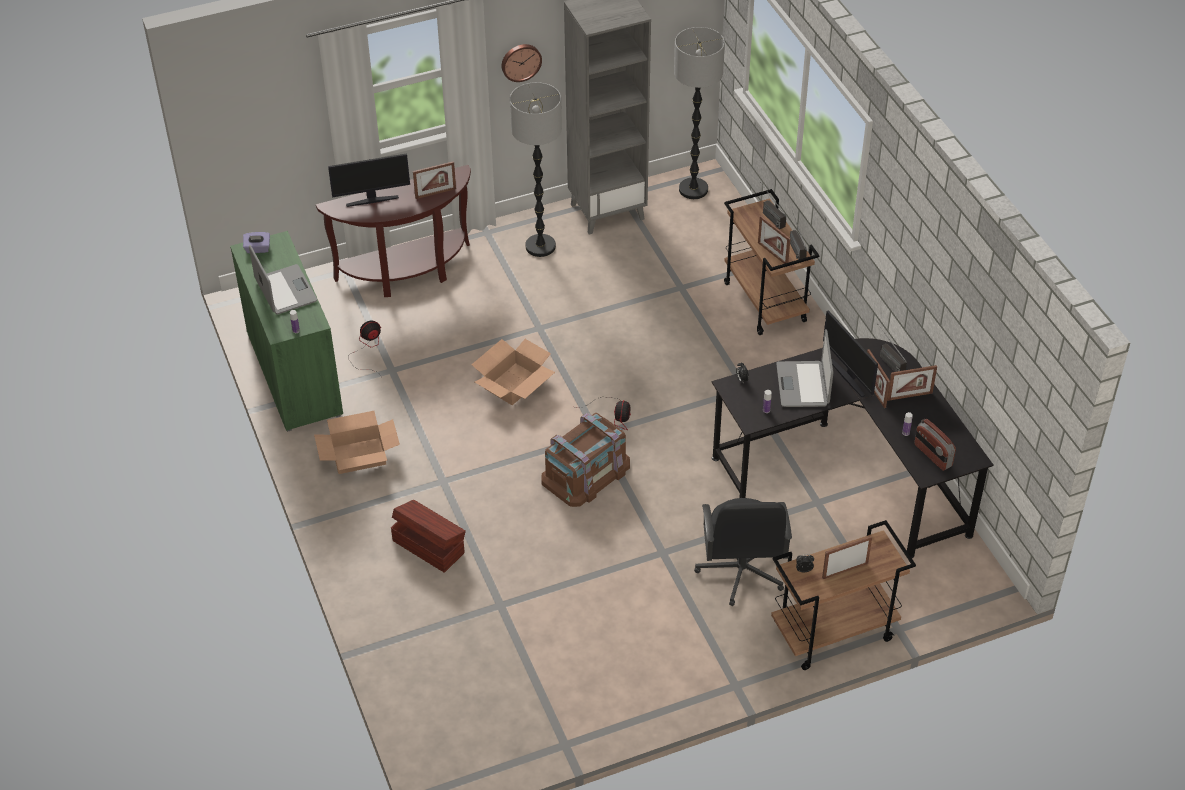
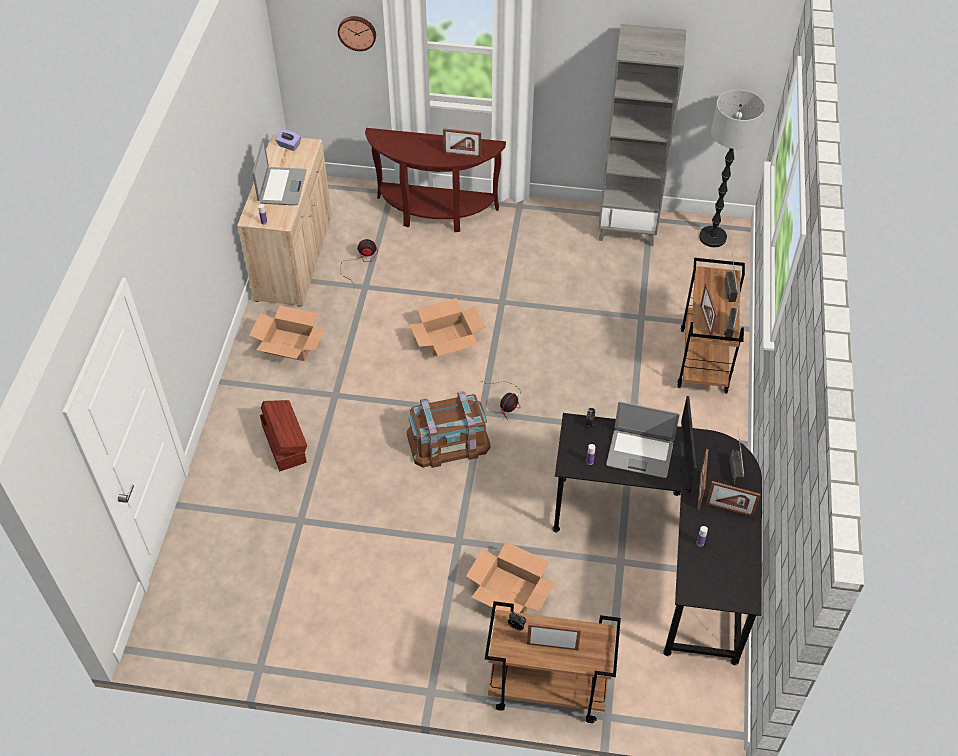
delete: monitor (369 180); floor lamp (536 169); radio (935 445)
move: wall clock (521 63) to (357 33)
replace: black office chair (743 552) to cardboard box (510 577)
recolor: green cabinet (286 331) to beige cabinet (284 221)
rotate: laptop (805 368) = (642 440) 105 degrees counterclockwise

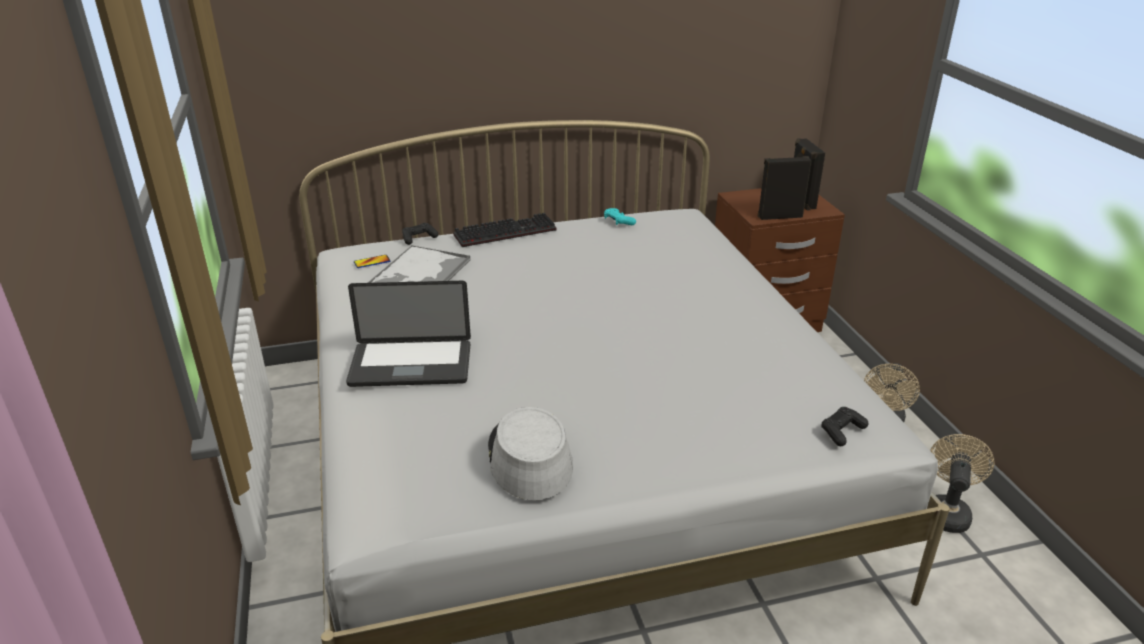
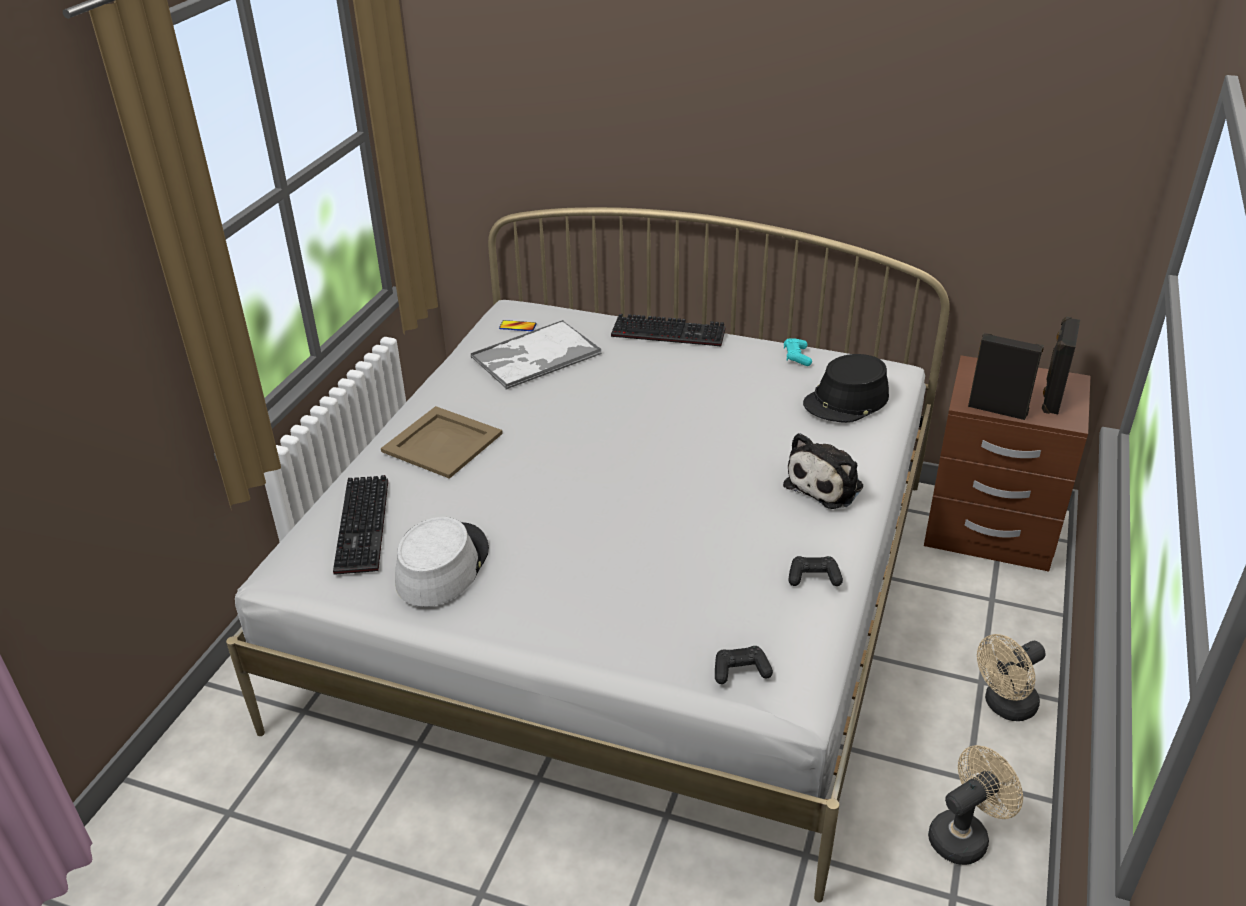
insert: keyboard (360 525); plush toy (823 471); black hat (846 388)
move: black game controller (420 234) to (815 571)
replace: laptop (408 334) to beige tray (442 442)

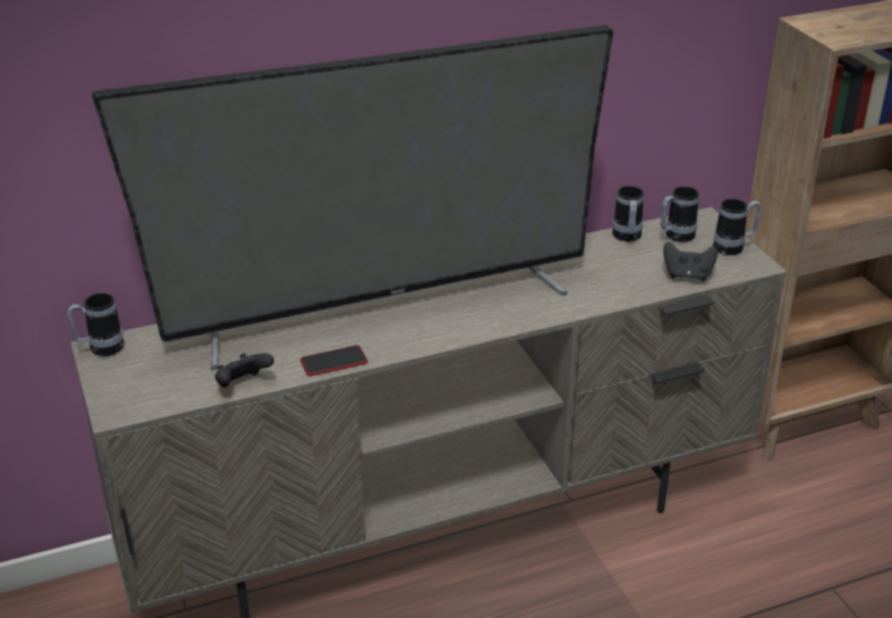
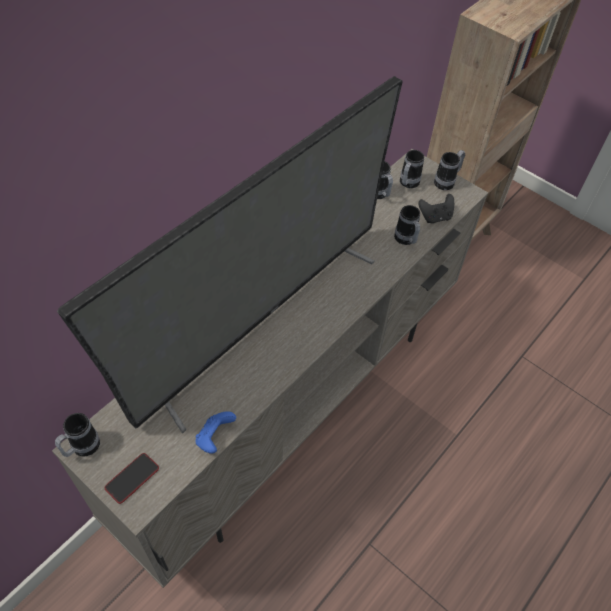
insert: mug (407 225)
move: phone (334 360) to (131 478)
recolor: black game controller (244 370) to blue game controller (215 432)

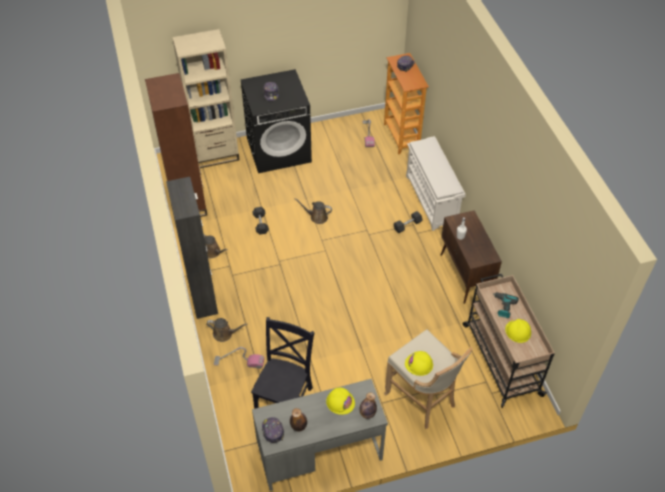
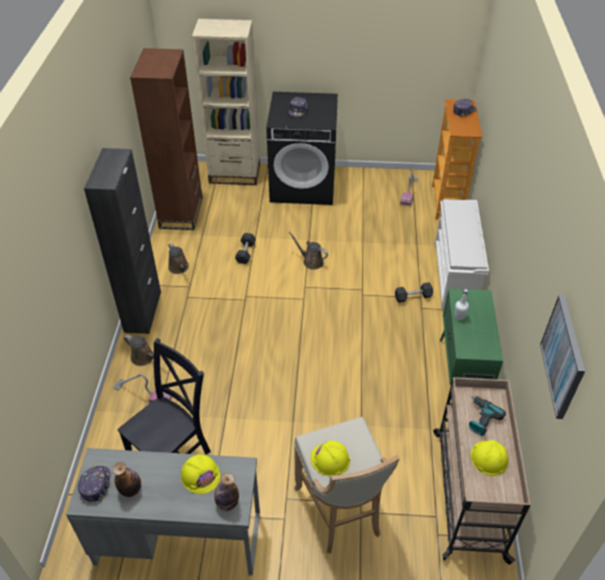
insert: picture (562 357)
recolor: brown cabinet (471 257) to green cabinet (471 345)

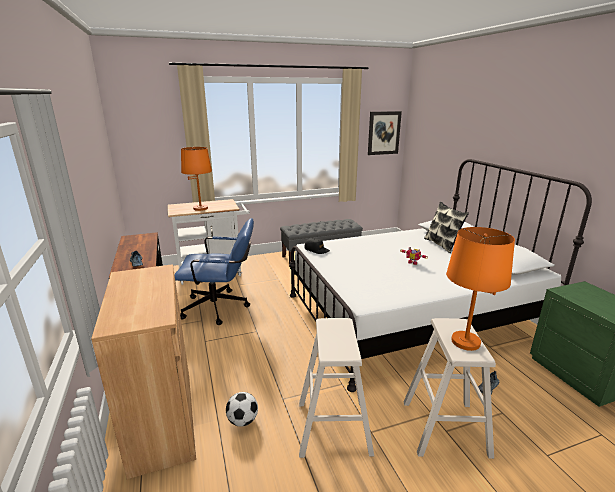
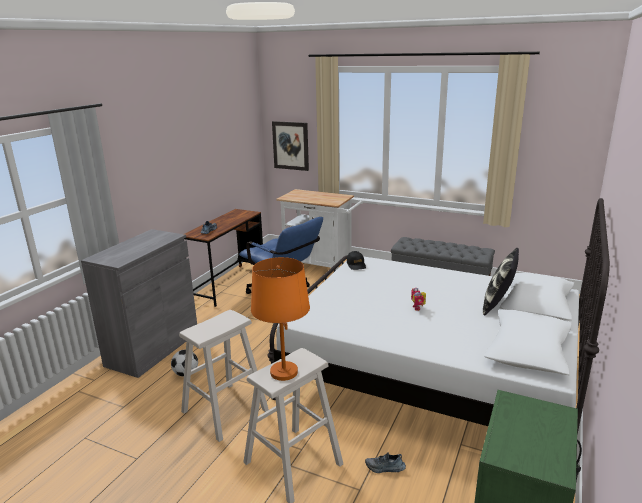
delete: orange table lamp (196 179)
move: picture (385 133) to (290 146)
recolor: brown cabinet (143 371) to grey cabinet (139 303)

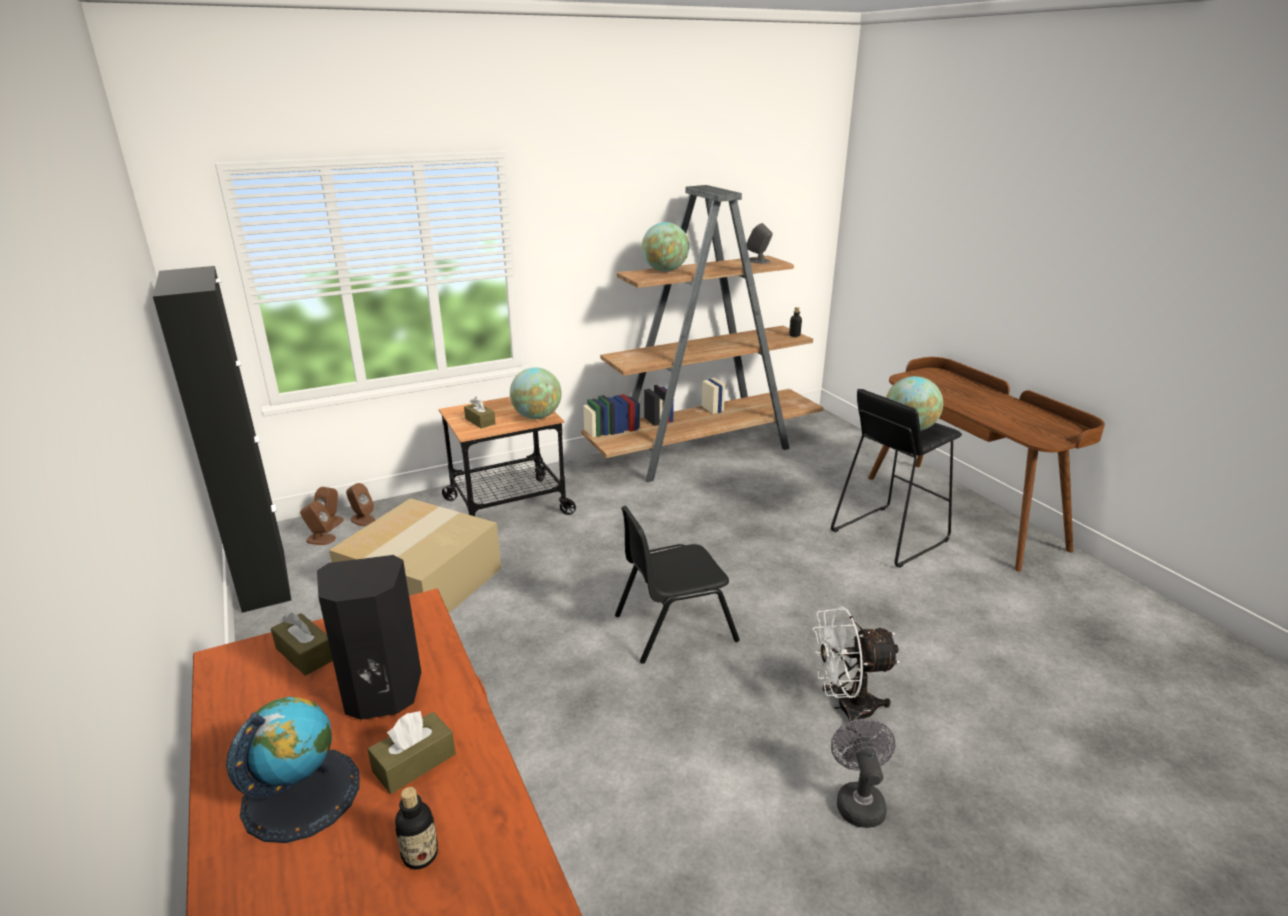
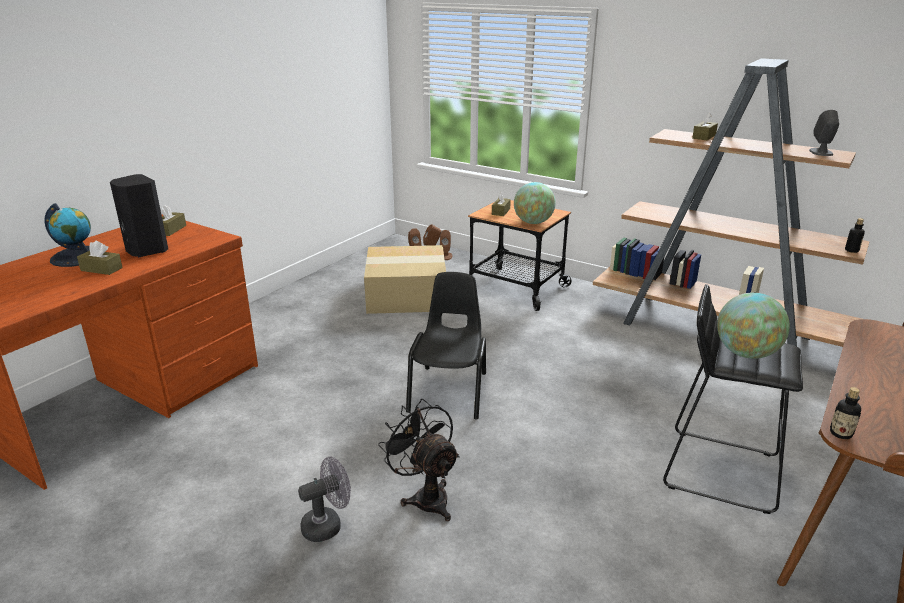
delete: black cabinet (222 439)
move: bottle (416 828) to (845 413)
replace: globe (665 246) to brown tissue box (705 126)
recolor: white fan (856 669) to black fan (419 460)
rotate: black chair (677 585) = (446 346) 60 degrees clockwise

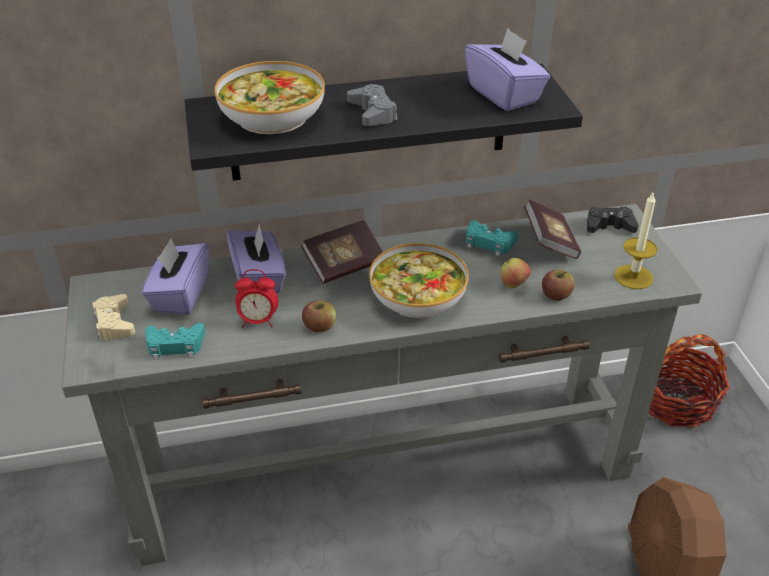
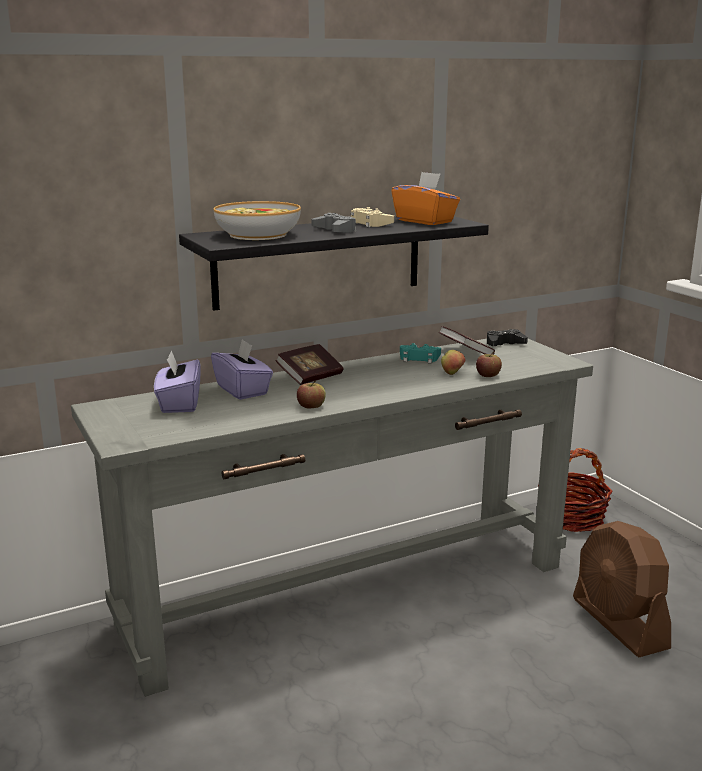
delete: turquoise game controller (175 341); alarm clock (256 298); bowl (419 280); candle (636 241)
move: beige game controller (113 317) to (372 217)
recolor: purple tissue box (507 69) to orange tissue box (425 198)

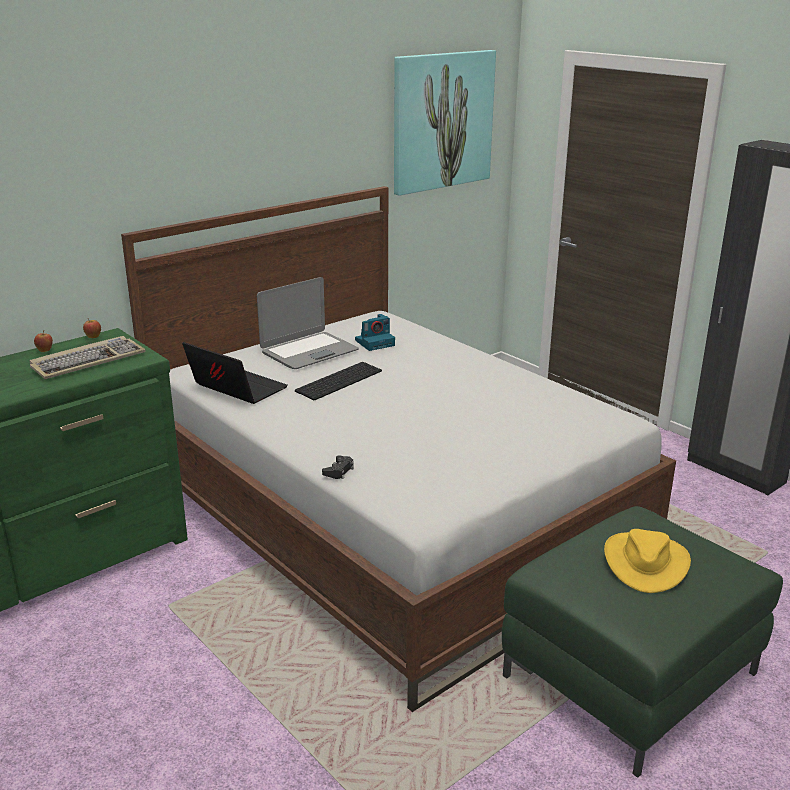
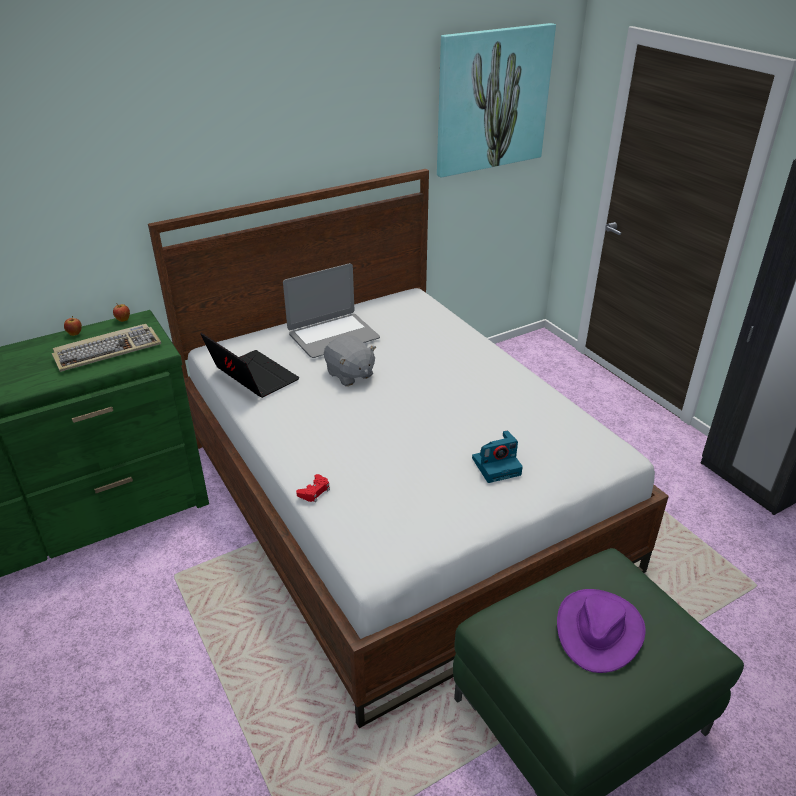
move: photo camera (375 332) to (497 456)
replace: keyboard (338 381) to grey plush toy (350 360)
recolor: black game controller (338 467) to red game controller (313 488); yellow hat (647 561) to purple hat (601 631)

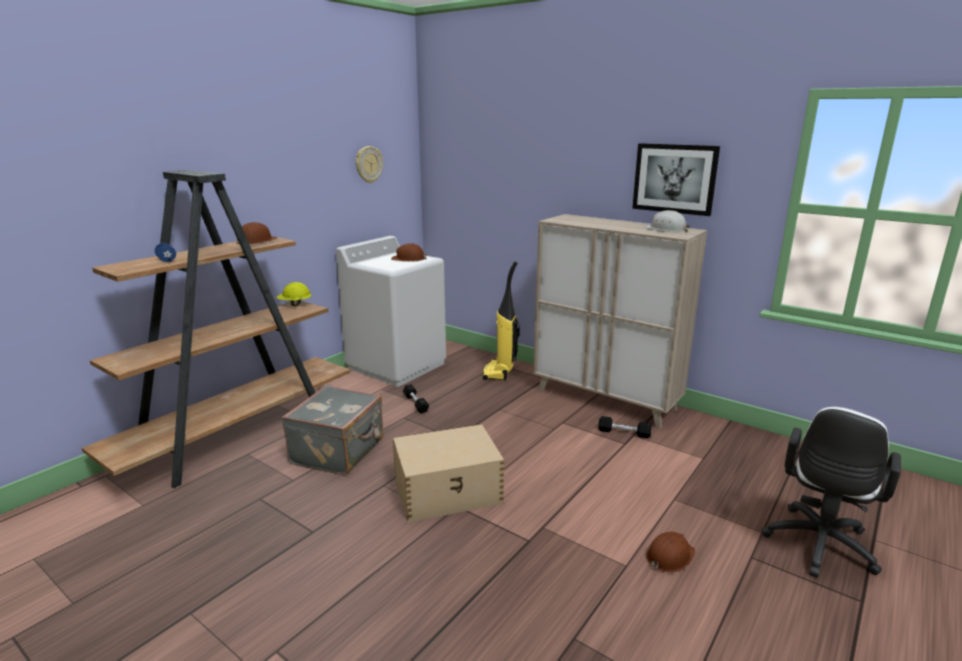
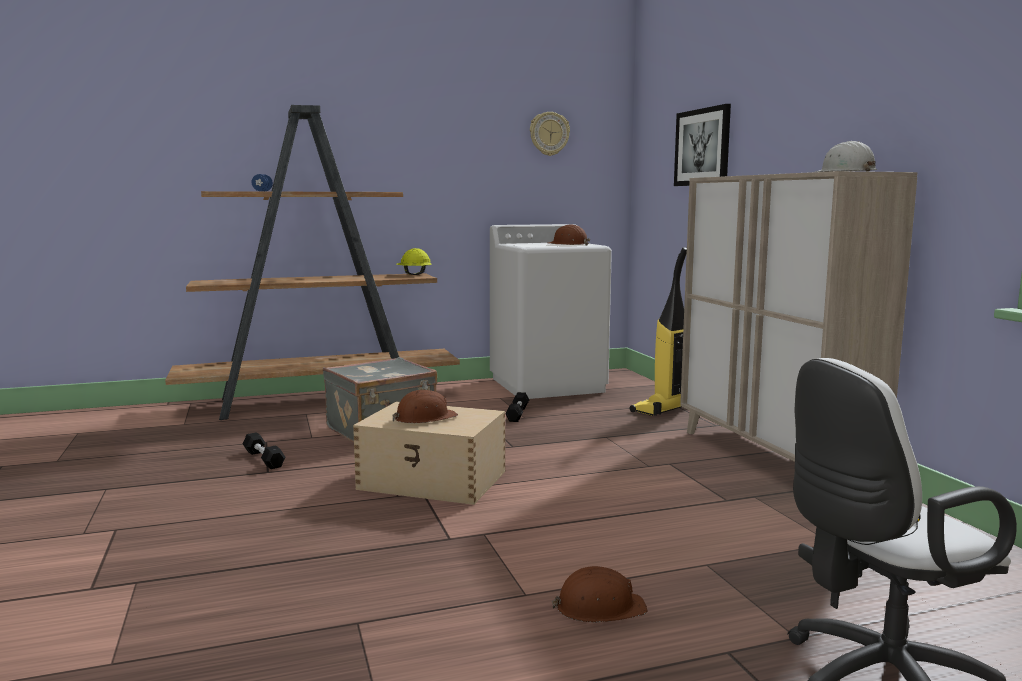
move: brown hard hat (257 233) to (425 406); black dumbbell (625 427) to (264 450); picture (676 179) to (702 145)

